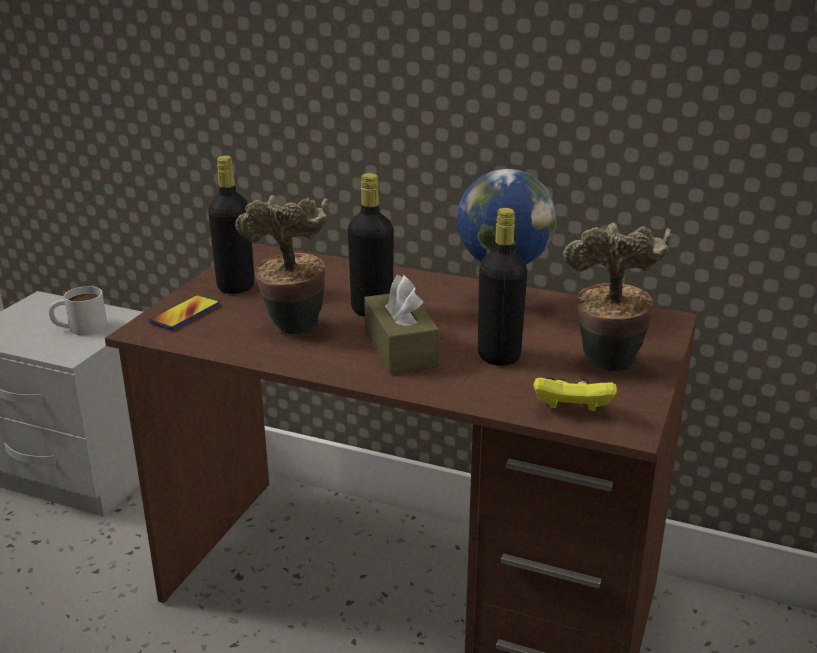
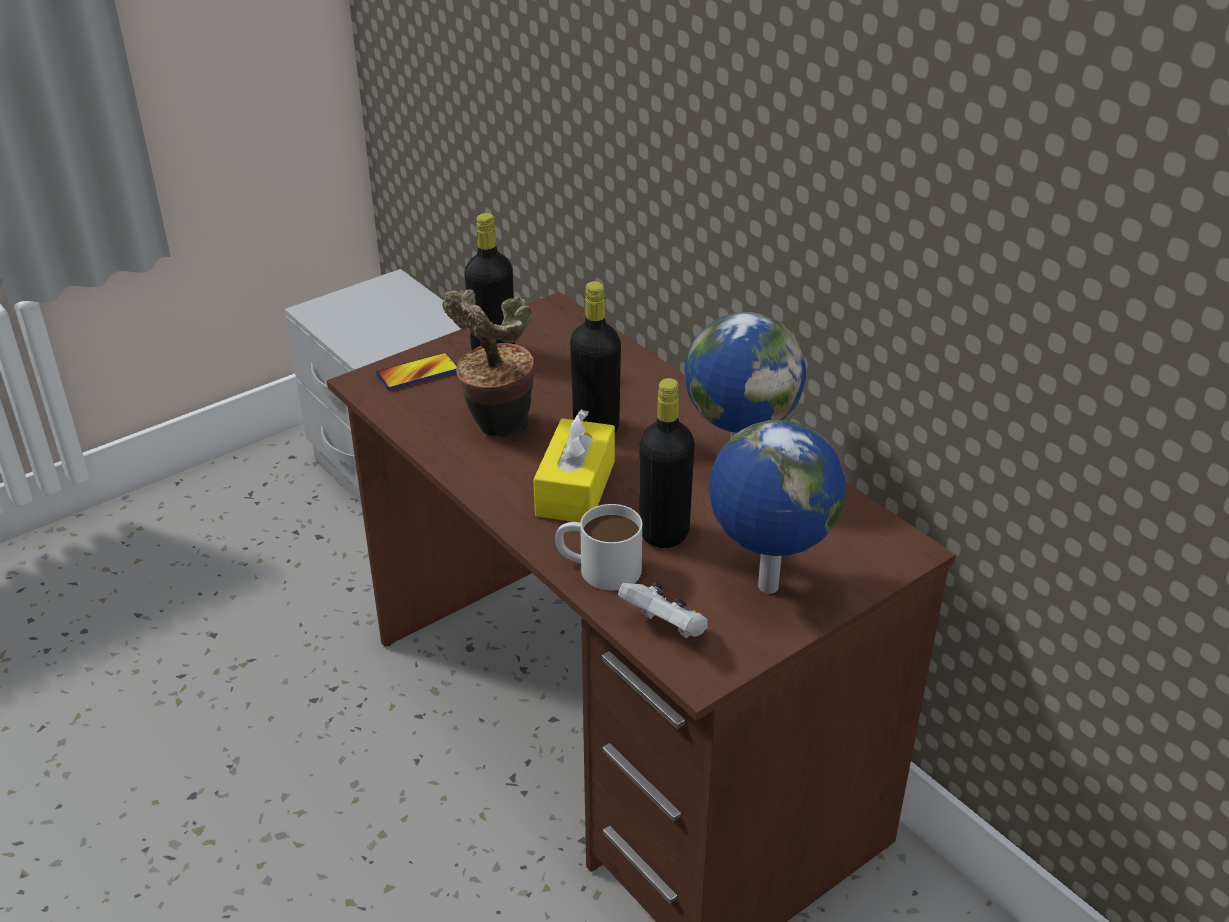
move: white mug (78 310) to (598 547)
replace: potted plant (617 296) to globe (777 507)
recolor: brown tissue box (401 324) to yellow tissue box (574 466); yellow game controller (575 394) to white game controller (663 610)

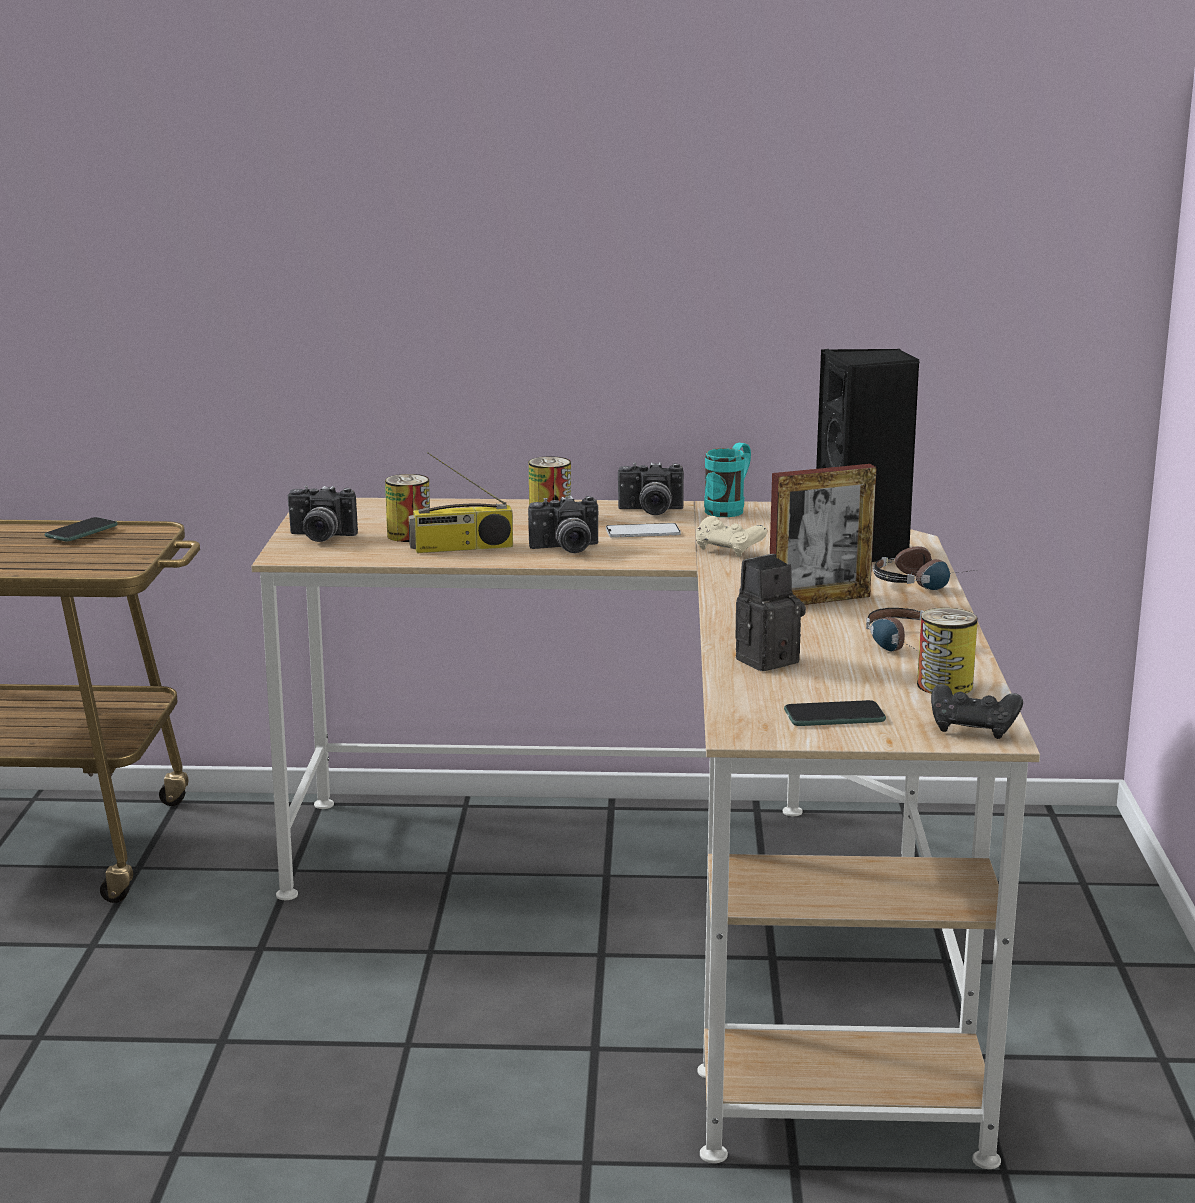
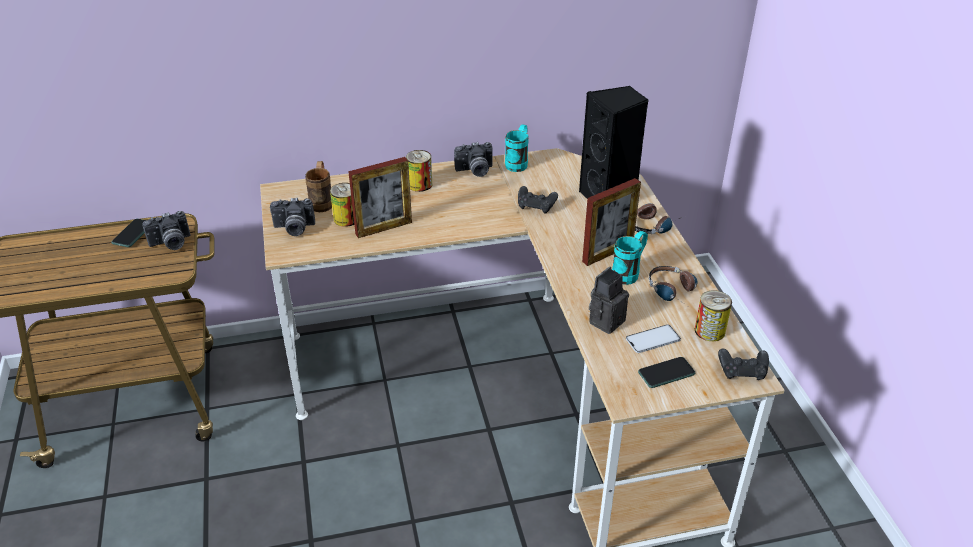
insert: brown mug (318 186); turquoise mug (630 258)
move: photo camera (563 524) to (166 230); phone (643 530) to (653 339)
replace: radio (460 502) to picture frame (380 197)
recolor: beige game controller (731 536) to black game controller (538 200)

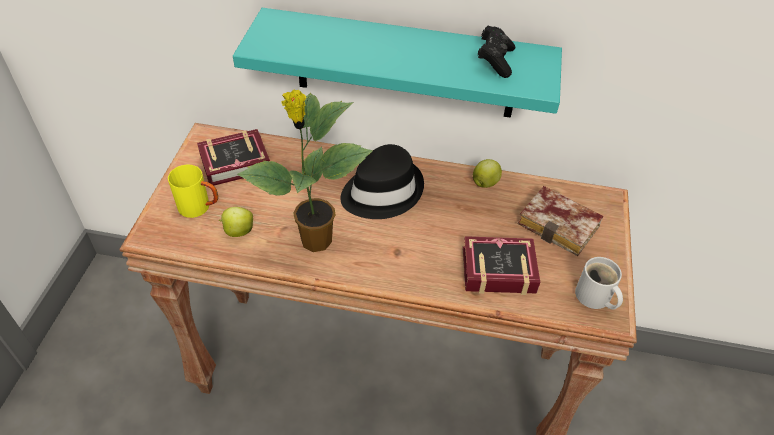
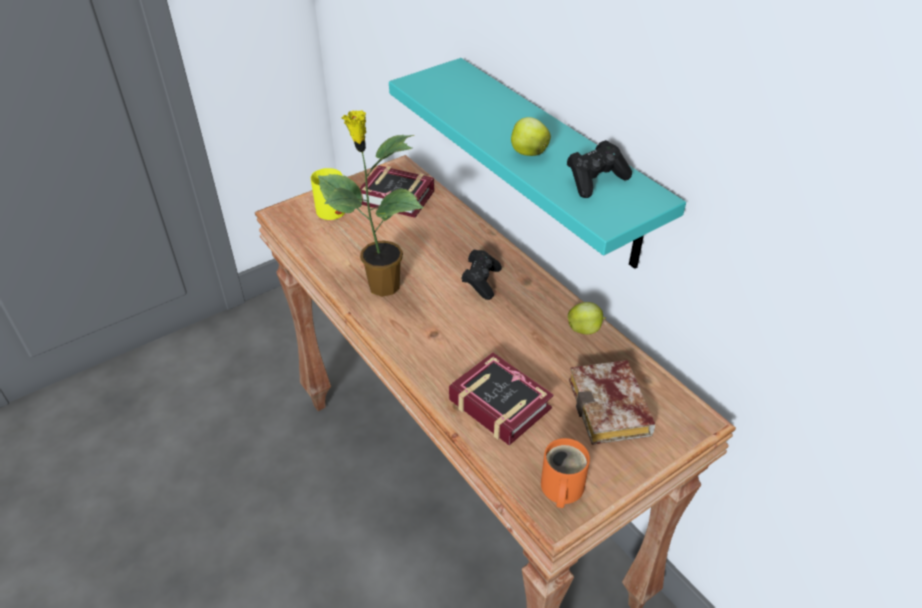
move: apple (236 222) to (531 136)
replace: black hat (382 181) to black game controller (481 275)
recolor: white mug (599 283) to orange mug (565 473)

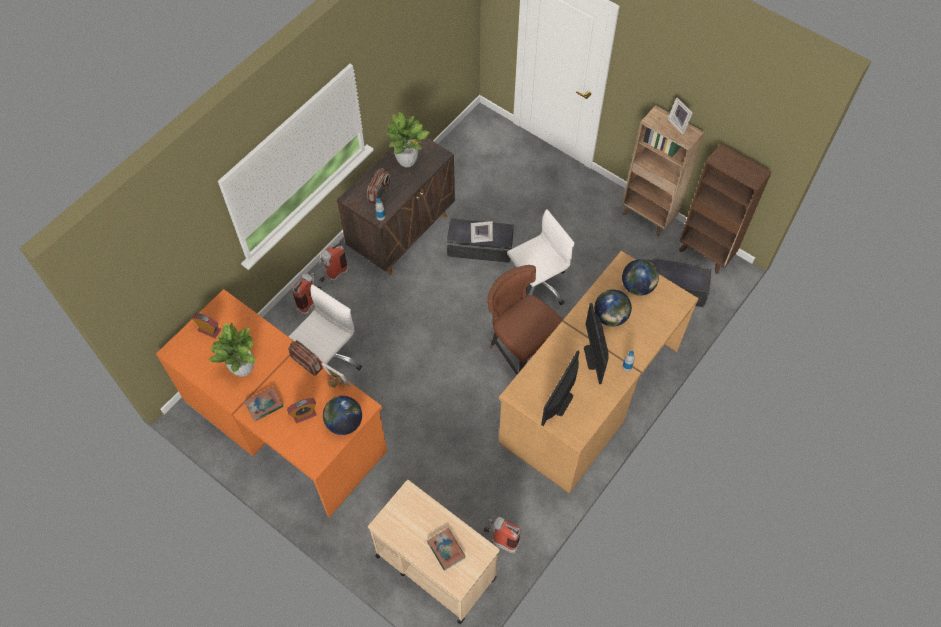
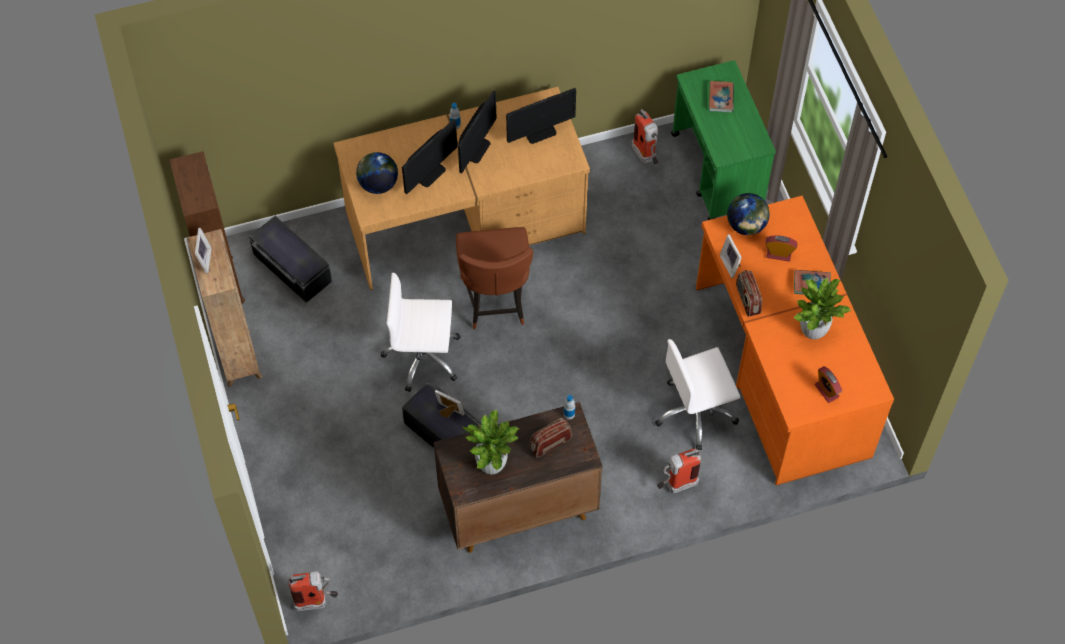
move: fire extinguisher (334 262) to (313 591)
replace: globe (613 308) to monitor (429 156)
recolor: beige cart (434 552) to green cart (723 140)

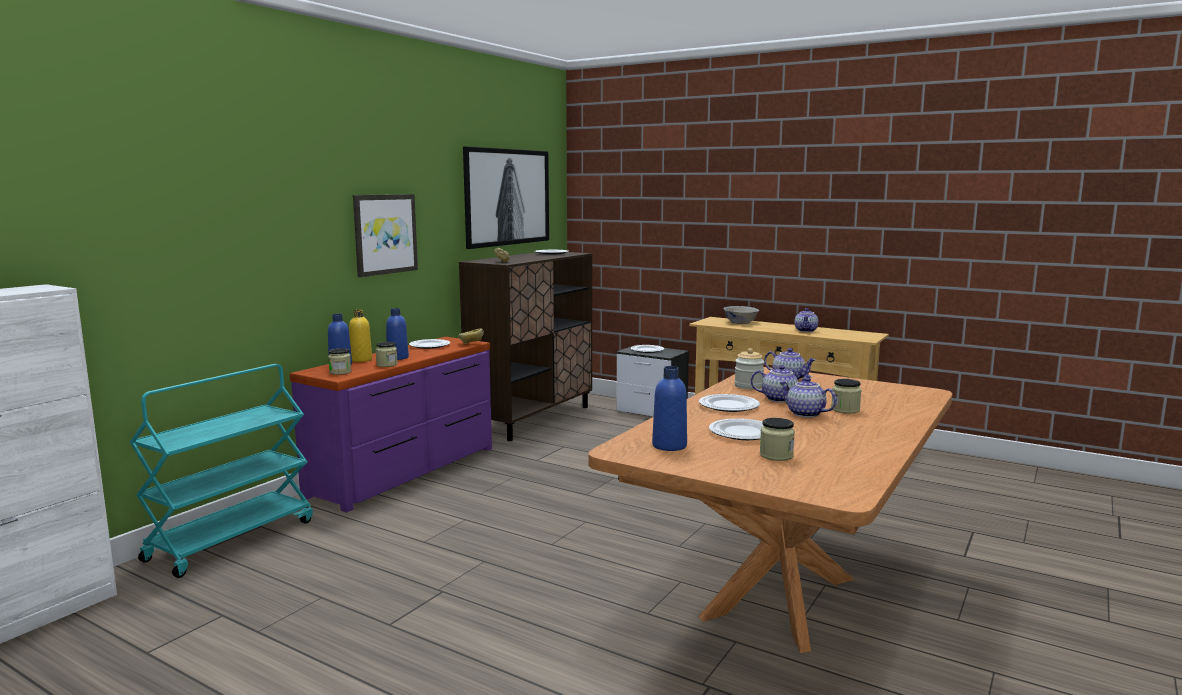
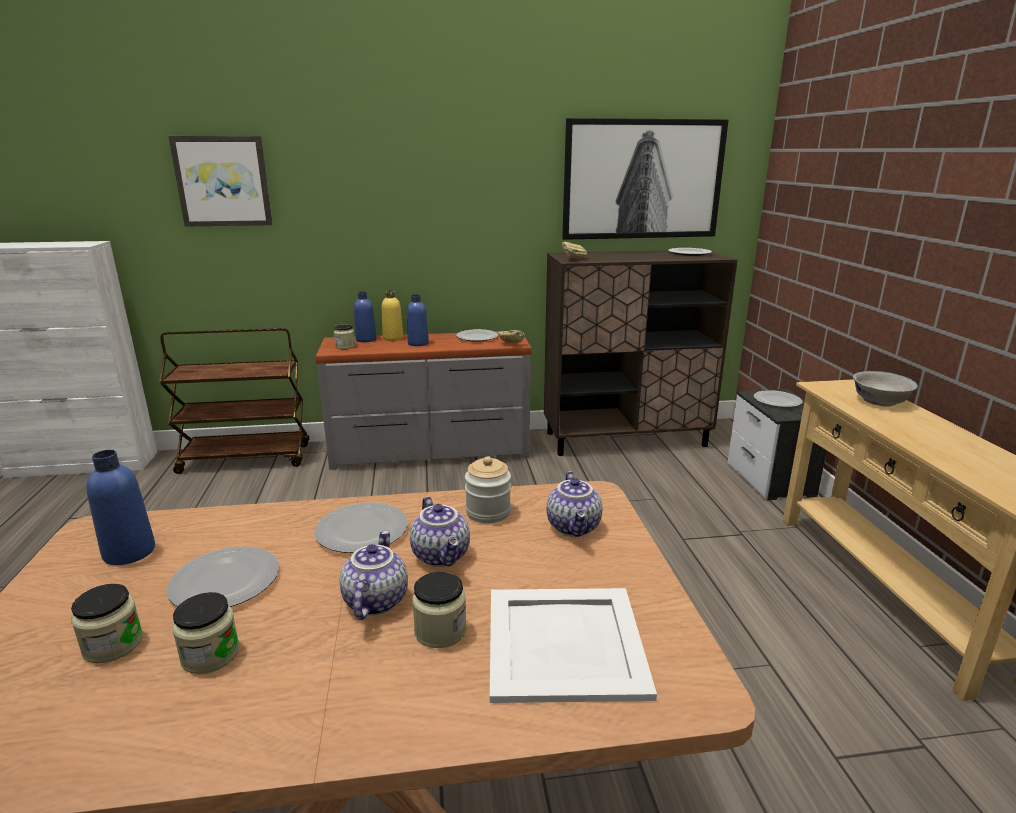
delete: teapot (806 320)
insert: white tray (573 645)
move: picture (385 235) to (220 181); jar (387 354) to (206 633)
recolor: turquoise cart (221 471) to brown cart (234 401); purple dresser (391 424) to grey dresser (423 400)

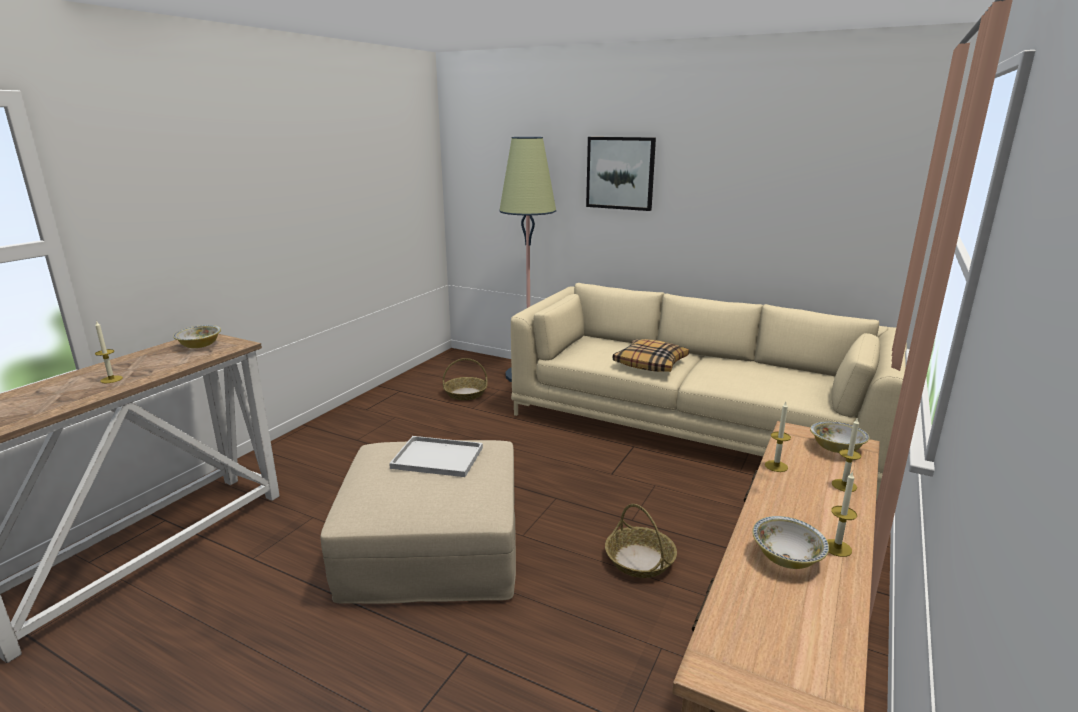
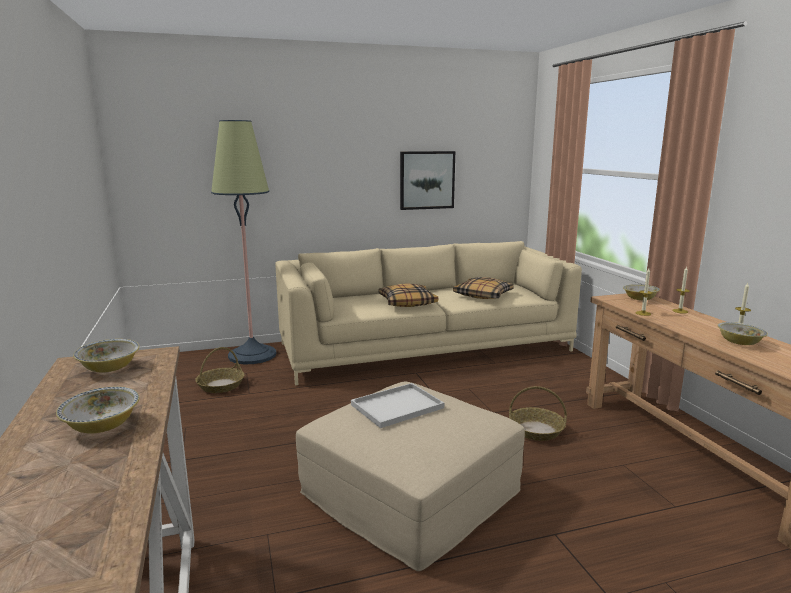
insert: pillow (483 288)
move: picture (621 174) to (427 180)
replace: candle (109 351) to bowl (97 410)

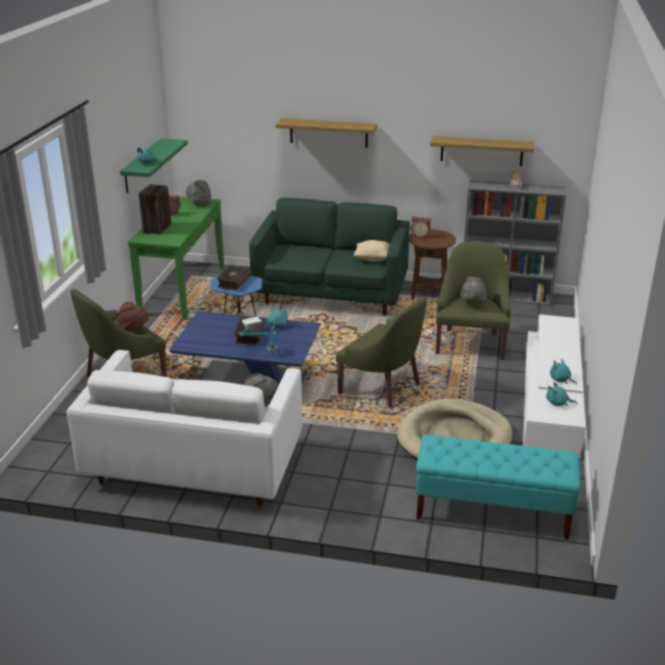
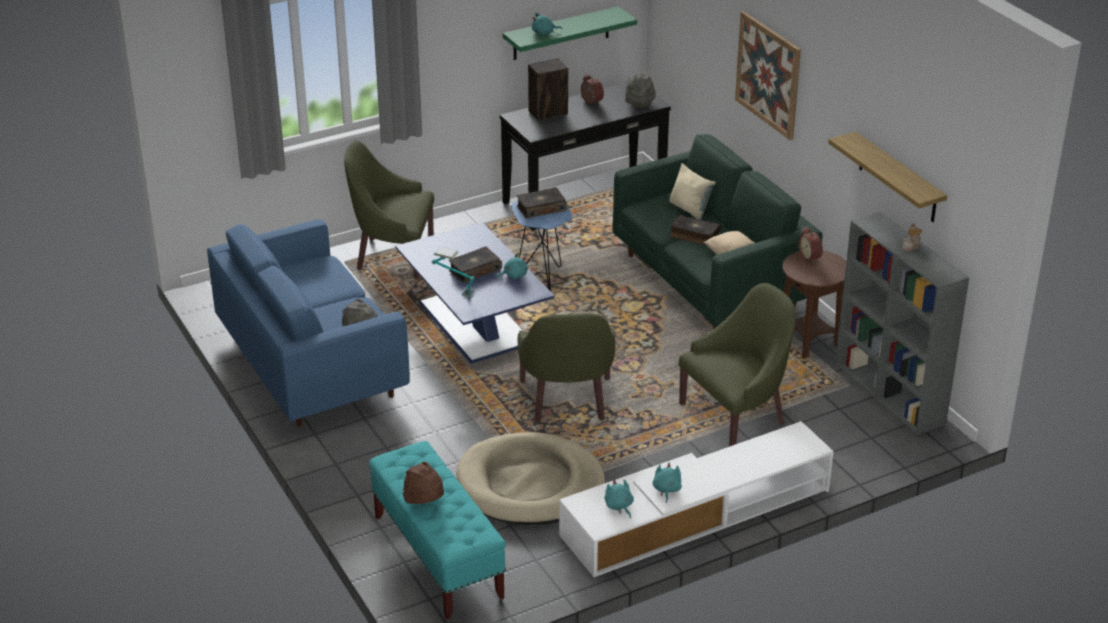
delete: grey hat (473 288)
insert: beige pillow (693 191); book (695 230)
move: brown hat (133 317) to (423 483)
replace: shelf (326 133) to picture (768 75)
recolor: white sofa (184 428) to blue sofa (308 323); green console table (176 258) to black console table (585 157)

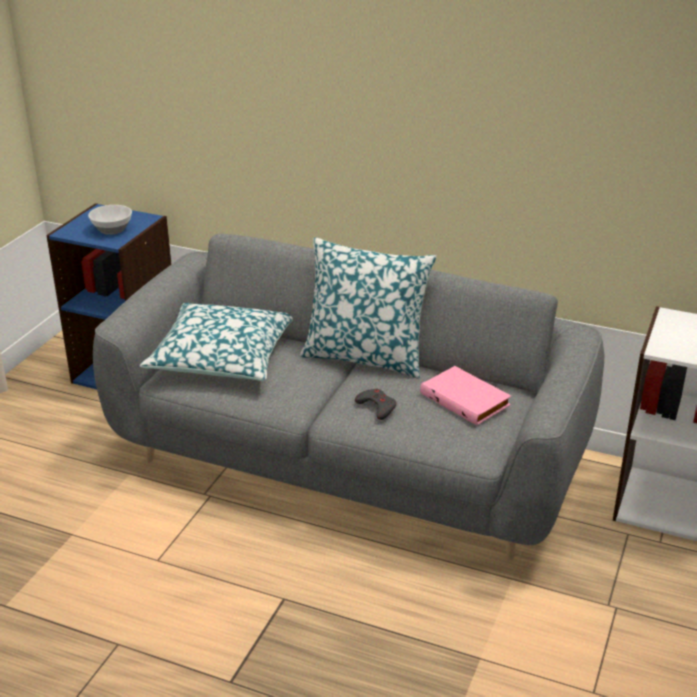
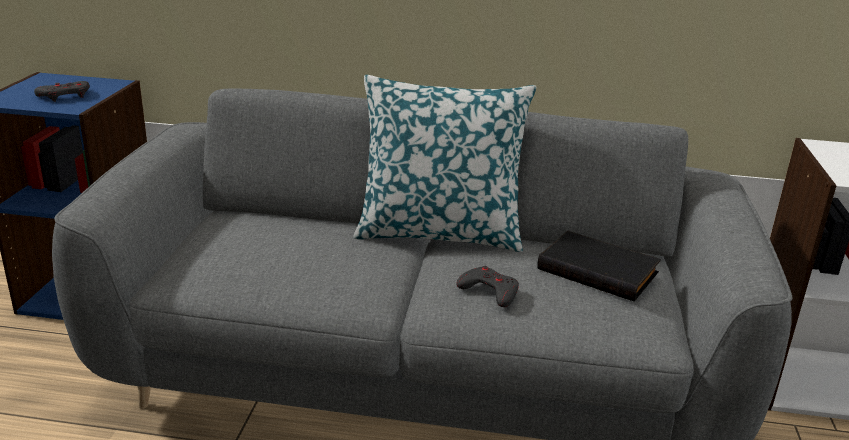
delete: pillow (216 342)
replace: bowl (110 220) to grey game controller (62 91)
recolor: pink book (465 395) to black book (599 266)

